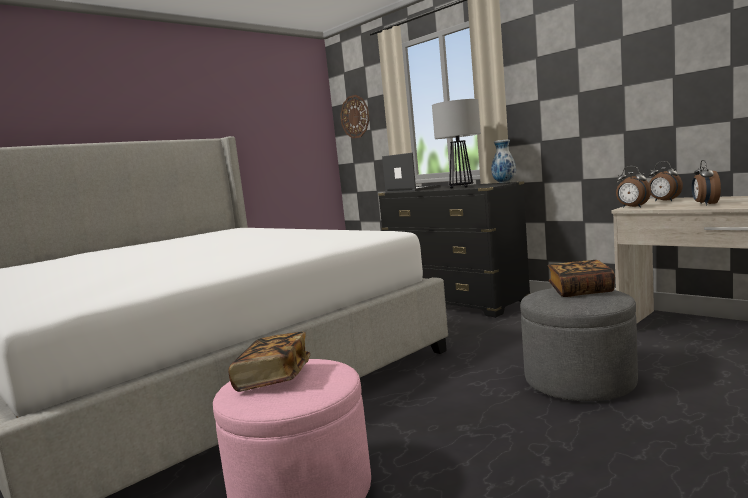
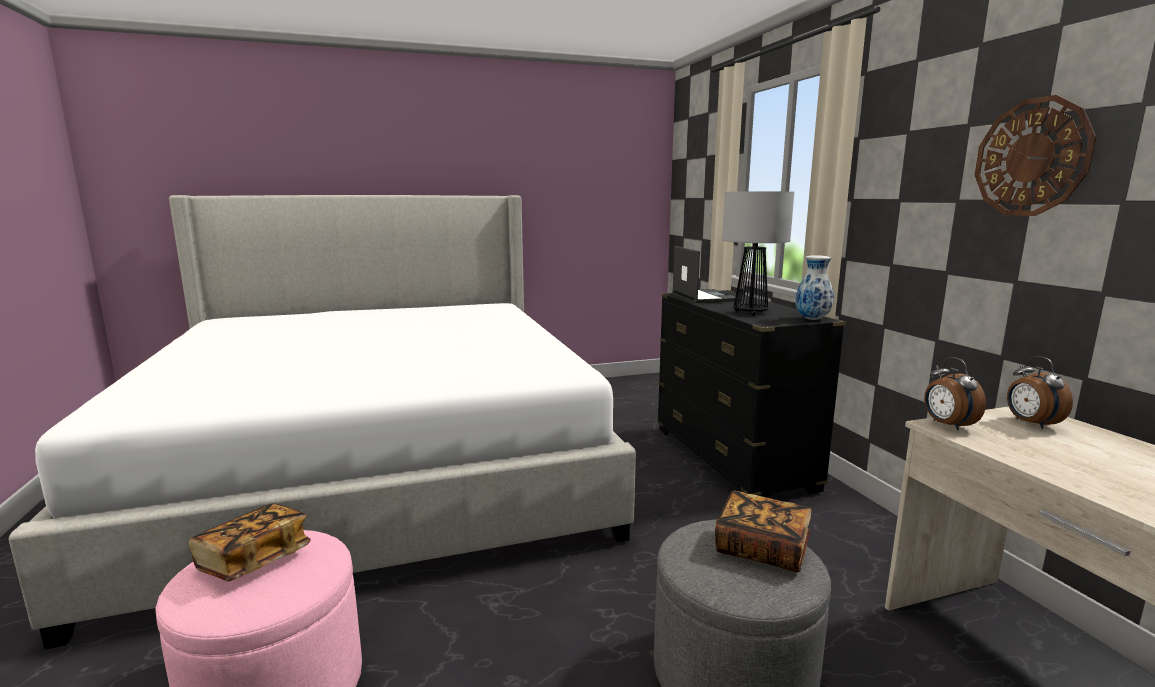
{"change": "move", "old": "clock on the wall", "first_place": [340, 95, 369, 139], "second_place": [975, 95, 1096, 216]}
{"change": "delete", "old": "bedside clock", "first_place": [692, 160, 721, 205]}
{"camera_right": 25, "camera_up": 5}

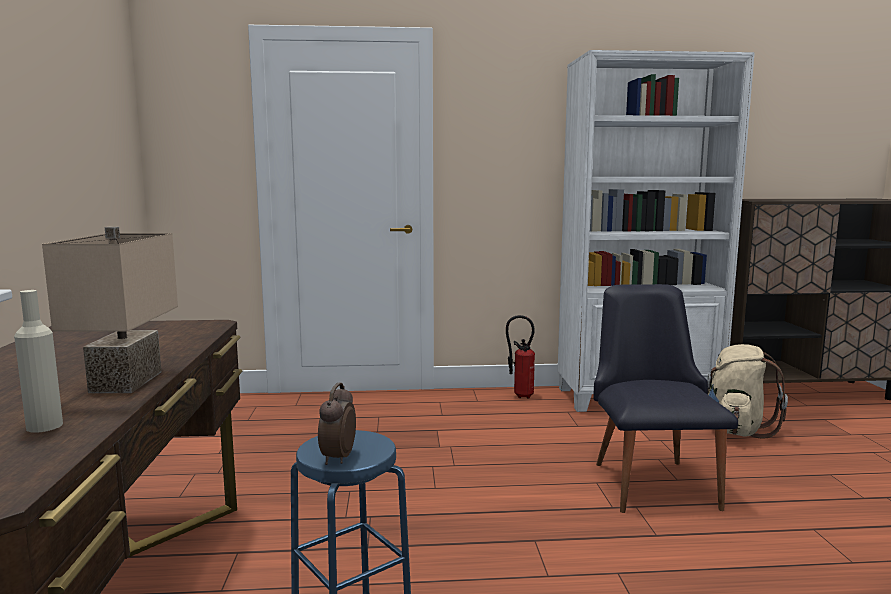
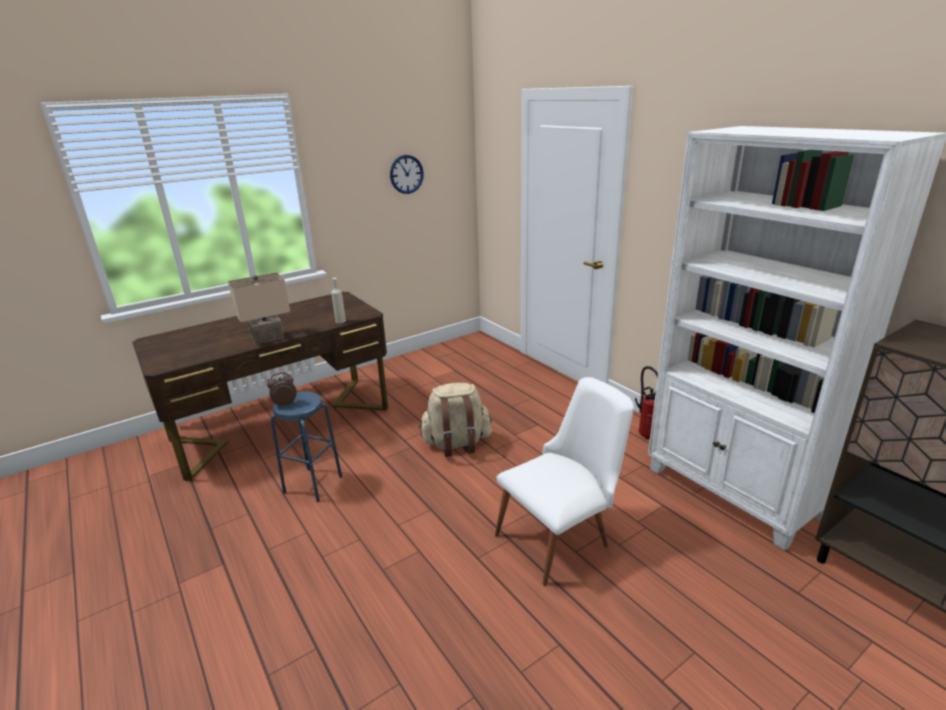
{"change": "recolor", "old": "plain chair (black-coloured)", "new": "plain chair (white)", "first_place": [594, 284, 738, 513], "second_place": [495, 377, 634, 586]}
{"change": "move", "old": "bottle (beige-coloured)", "first_place": [14, 290, 63, 433], "second_place": [331, 278, 346, 323]}
{"change": "move", "old": "backpack (beige-coloured)", "first_place": [707, 344, 788, 439], "second_place": [418, 383, 492, 457]}
{"change": "insert", "new": "clock on the wall", "second_place": [390, 155, 424, 194]}
{"camera_right": 60, "camera_up": 15}

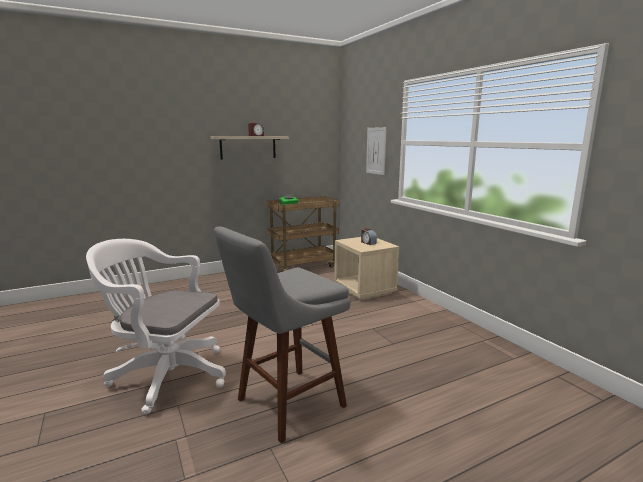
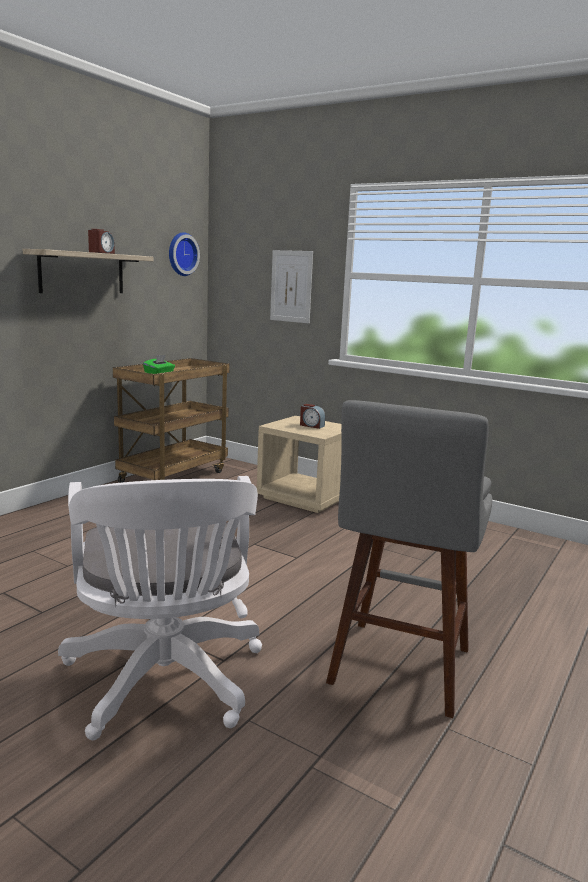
{"change": "rotate", "old": "desk chair (white)", "first_place": [86, 239, 226, 415], "second_place": [58, 476, 262, 740], "degrees": -90}
{"change": "insert", "new": "clock on the wall", "second_place": [169, 232, 200, 276]}
{"camera_right": -30, "camera_up": 0}

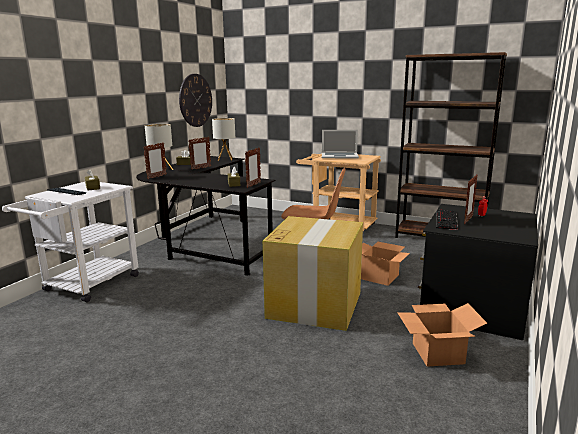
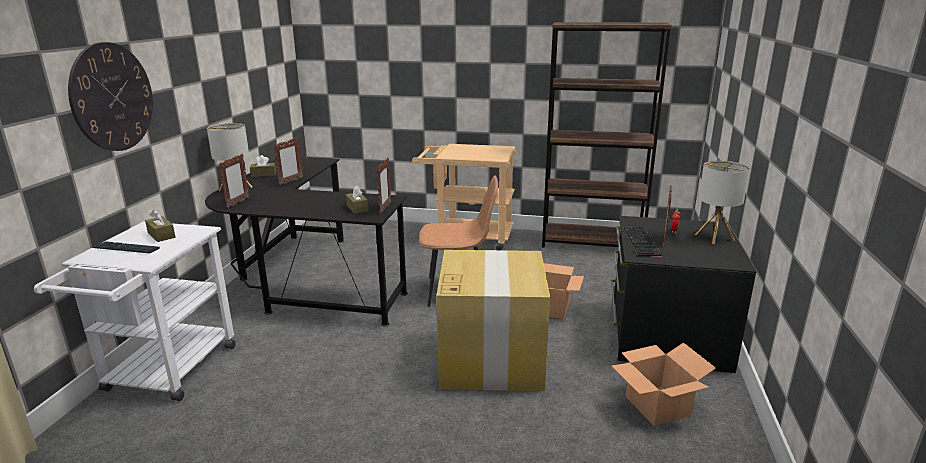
{"change": "move", "old": "clock on the wall", "first_place": [179, 74, 212, 127], "second_place": [68, 42, 153, 151]}
{"change": "move", "old": "lamp for a table", "first_place": [212, 118, 235, 161], "second_place": [695, 161, 750, 244]}
{"change": "delete", "old": "portable computer", "first_place": [322, 130, 359, 158]}
{"camera_right": -15, "camera_up": 5}

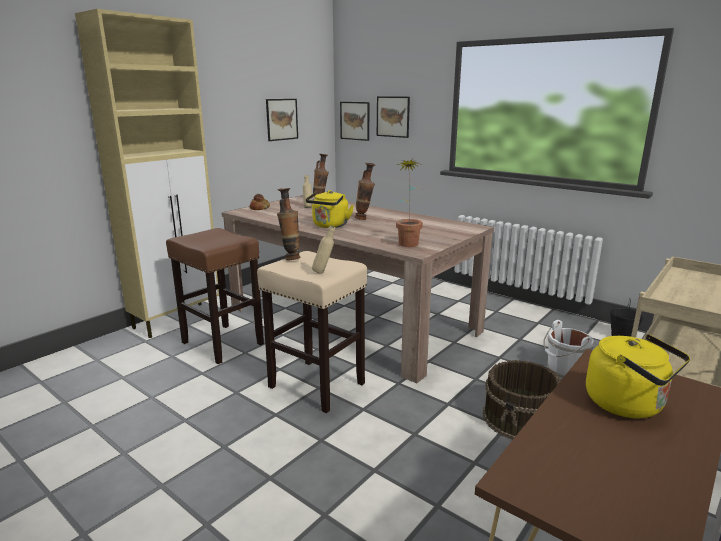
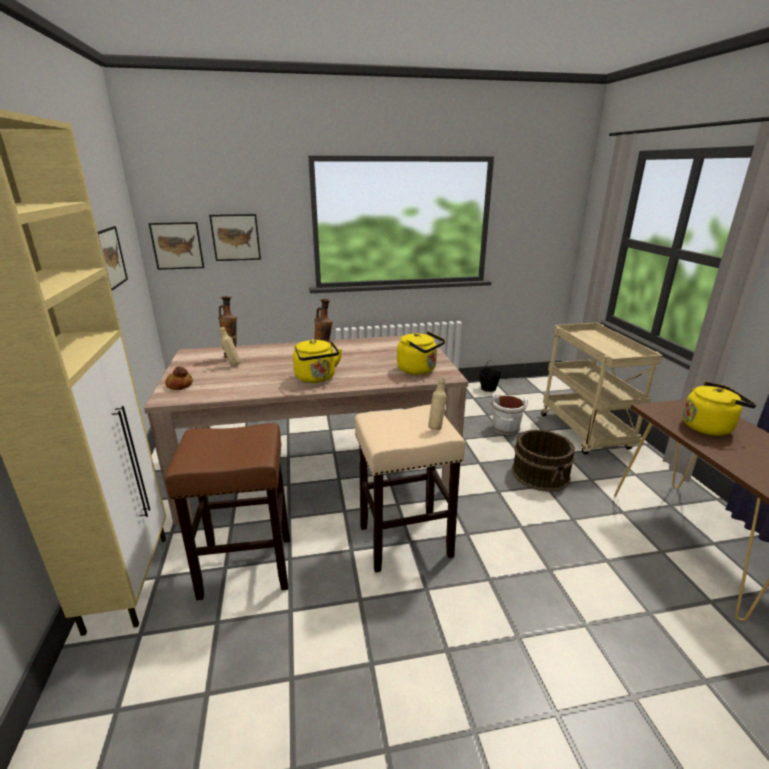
{"change": "replace", "old": "plant in a pot", "new": "water kettle (yellowish)", "first_place": [393, 159, 423, 247], "second_place": [397, 331, 445, 375]}
{"change": "delete", "old": "decorative vase", "first_place": [277, 188, 301, 260]}
{"camera_right": -50, "camera_up": 5}

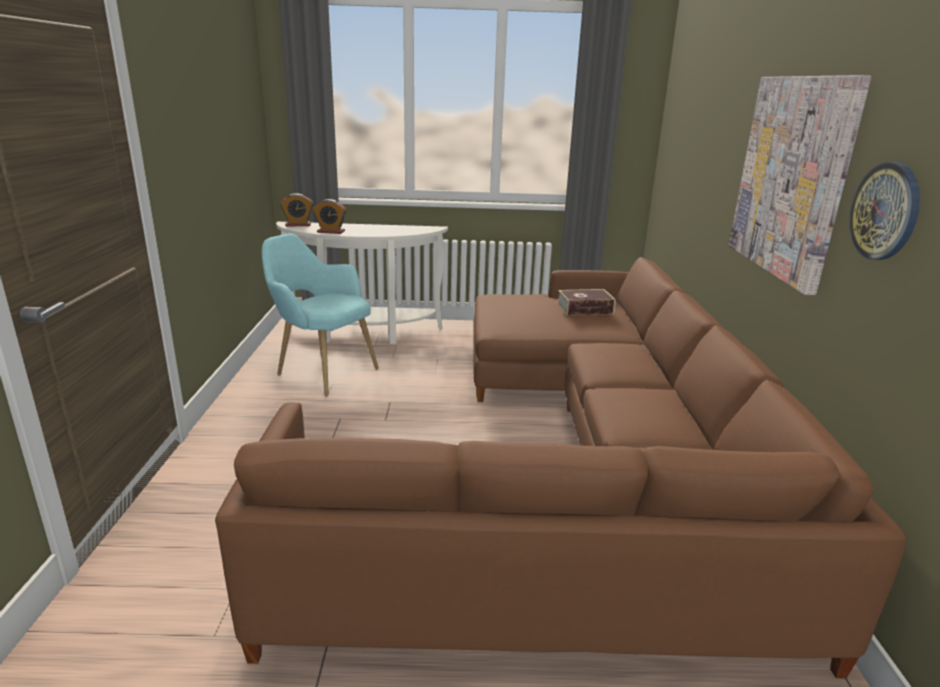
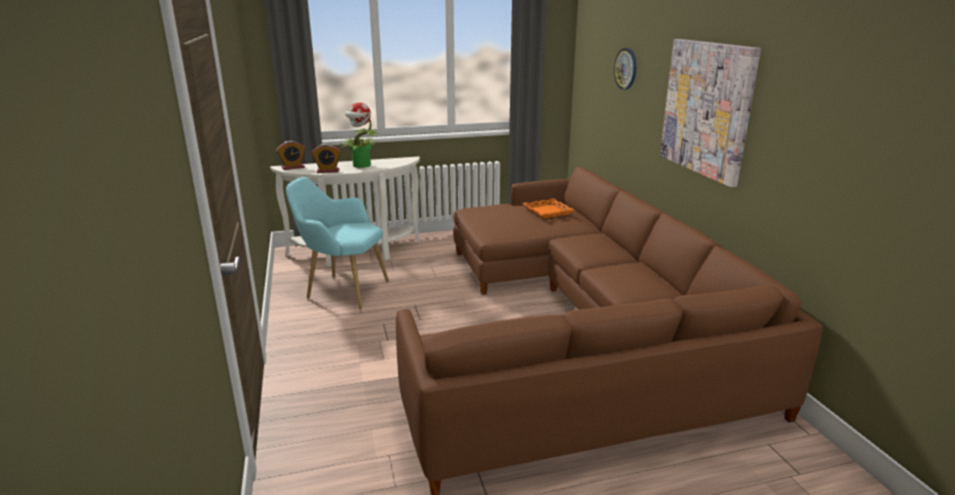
{"change": "move", "old": "clock on the wall", "first_place": [849, 162, 920, 260], "second_place": [614, 48, 636, 90]}
{"change": "replace", "old": "book", "new": "serving tray (orange)", "first_place": [557, 289, 616, 315], "second_place": [523, 198, 575, 218]}
{"change": "insert", "new": "plant in a pot", "second_place": [342, 102, 380, 168]}
{"camera_right": -15, "camera_up": 0}

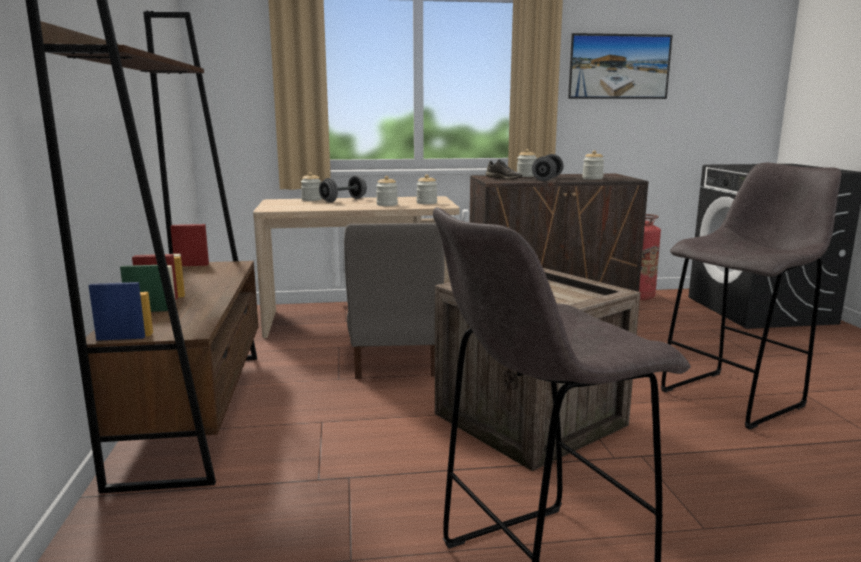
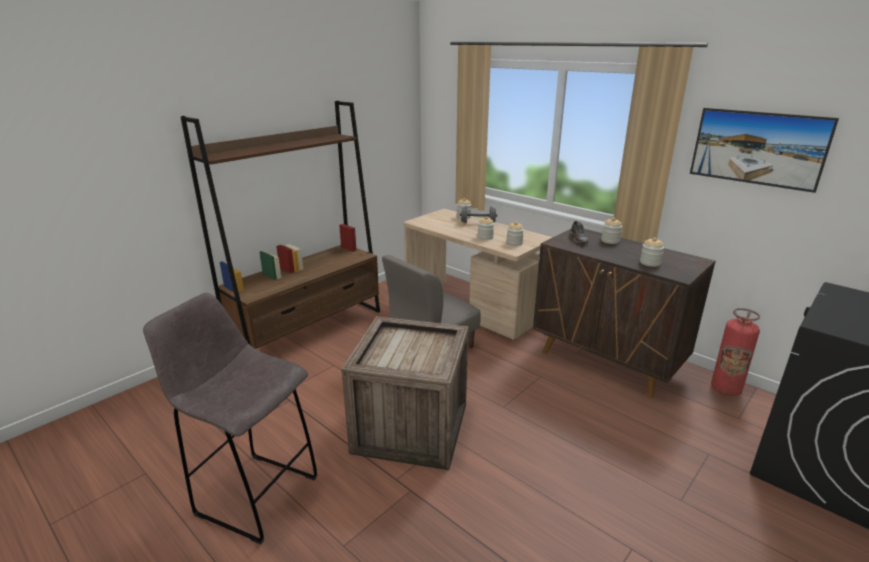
{"change": "delete", "old": "free weight (gray)", "first_place": [532, 154, 563, 181]}
{"change": "delete", "old": "sitting stool (gray)", "first_place": [661, 163, 842, 429]}
{"camera_right": 50, "camera_up": 10}

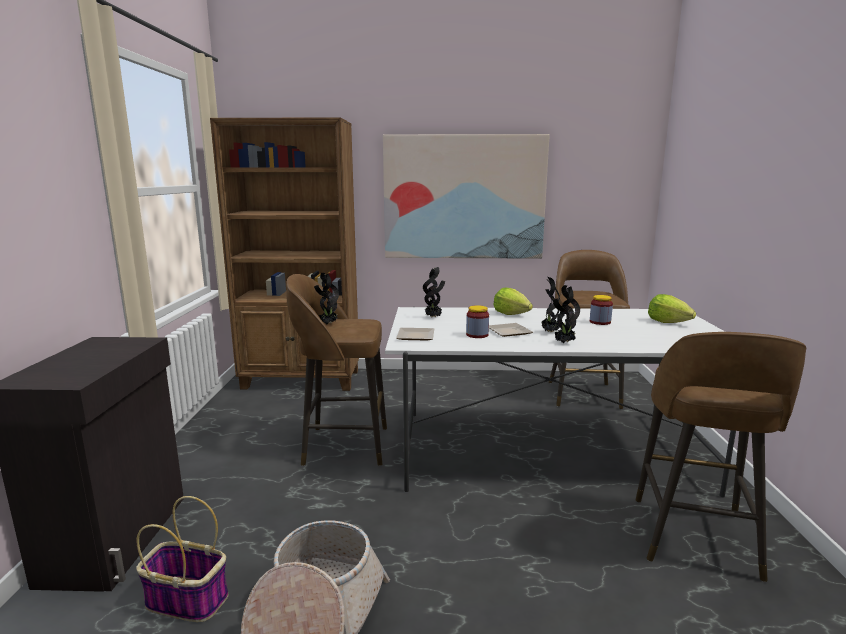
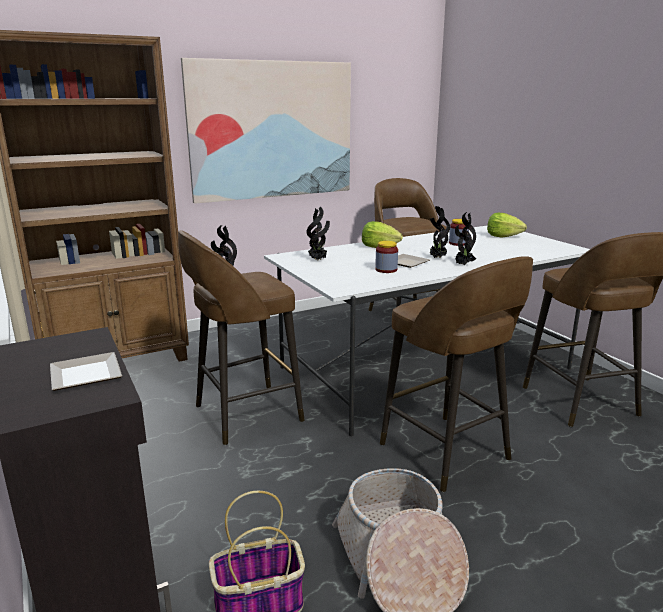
{"change": "move", "old": "dinner plate", "first_place": [396, 328, 434, 340], "second_place": [50, 352, 122, 391]}
{"change": "insert", "new": "sitting stool (brown-coloured)", "second_place": [380, 256, 533, 492]}
{"camera_right": -30, "camera_up": 5}

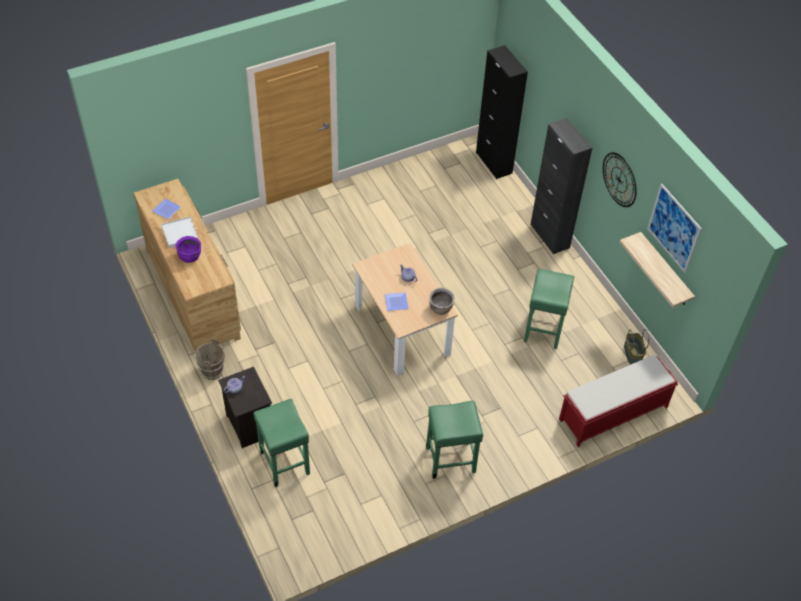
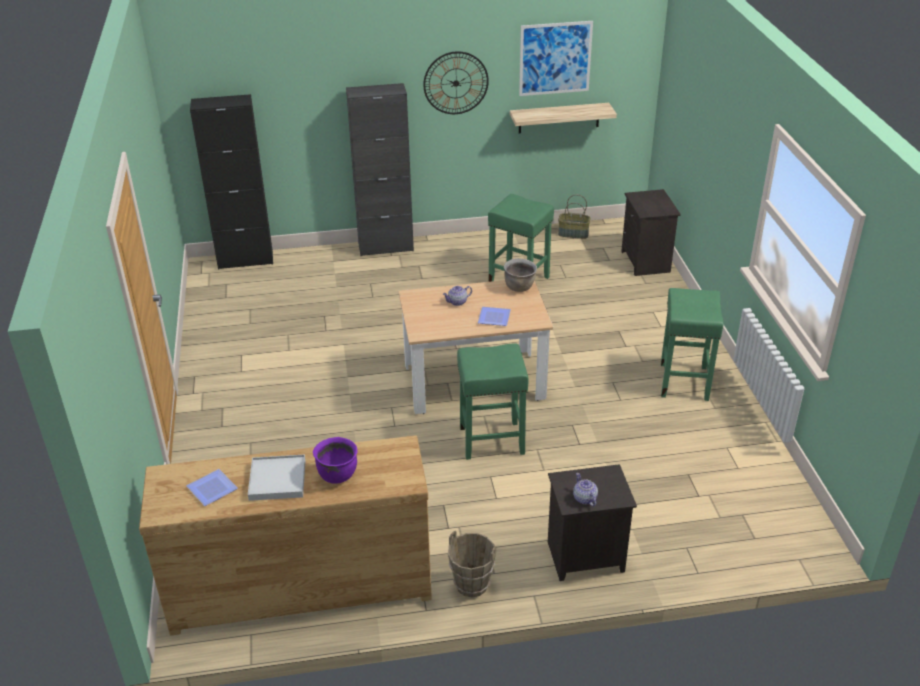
{"change": "replace", "old": "long seat (reddish)", "new": "bedside table (black-coloured)", "first_place": [559, 355, 678, 447], "second_place": [621, 189, 681, 276]}
{"change": "move", "old": "sitting stool (greenish)", "first_place": [253, 399, 310, 487], "second_place": [457, 343, 529, 460]}
{"camera_right": -70, "camera_up": -15}

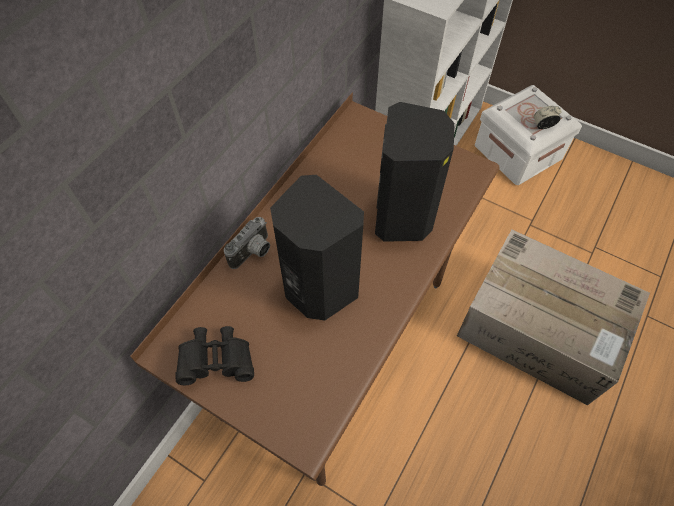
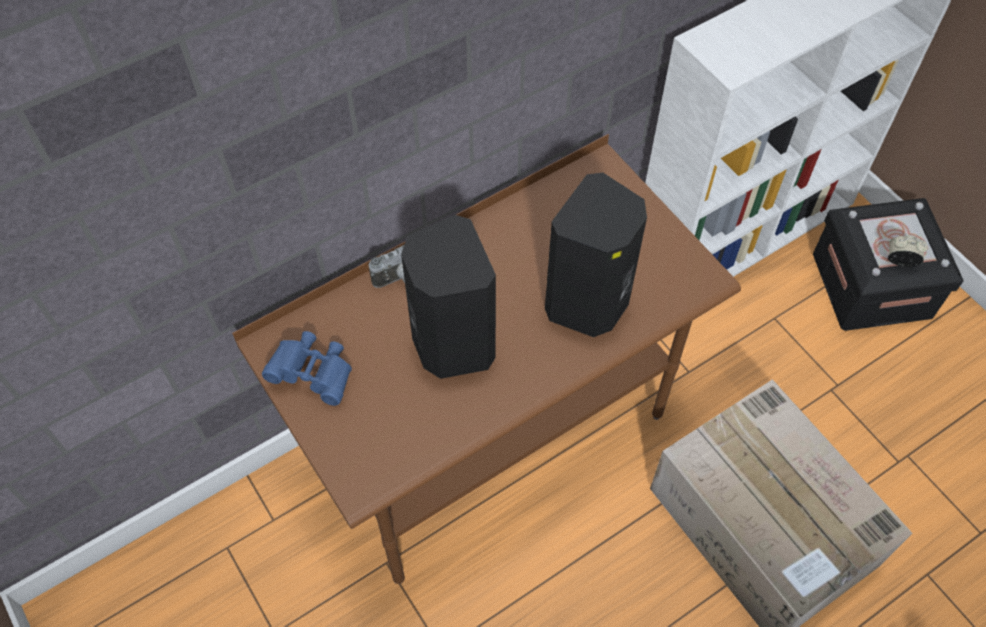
{"change": "recolor", "old": "storage container (white)", "new": "storage container (black-coloured)", "first_place": [475, 85, 582, 185], "second_place": [813, 198, 963, 331]}
{"change": "recolor", "old": "pair of binoculars (black-coloured)", "new": "pair of binoculars (bluish)", "first_place": [175, 326, 254, 385], "second_place": [262, 331, 352, 406]}
{"camera_right": 25, "camera_up": 0}

